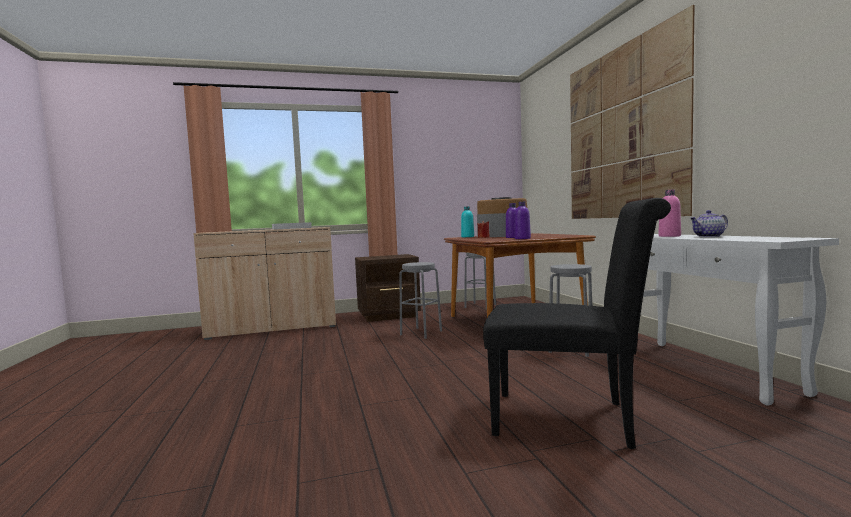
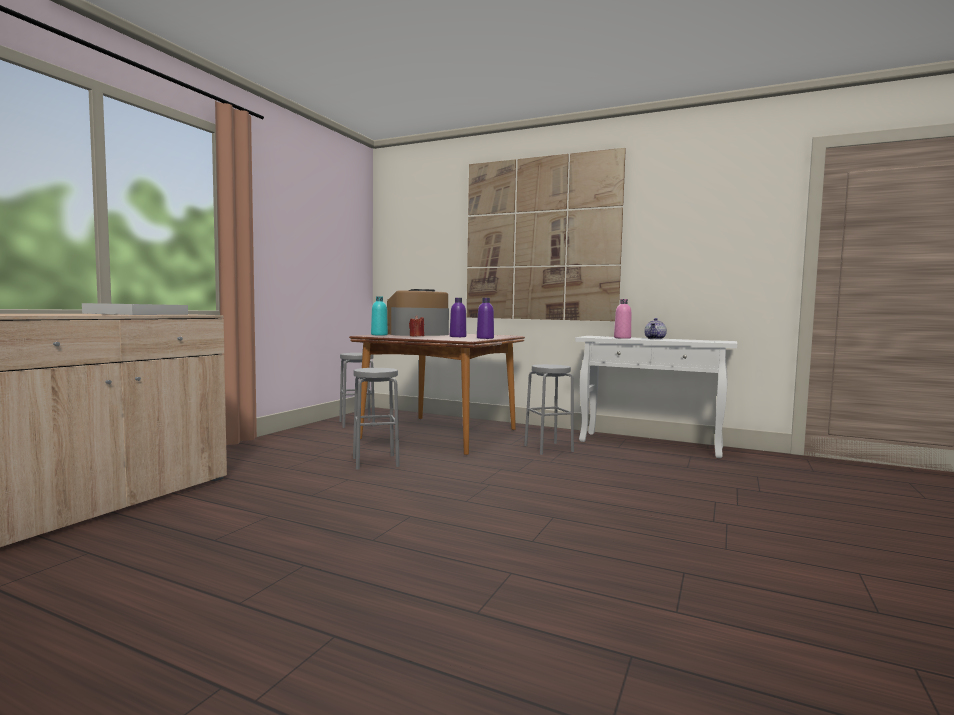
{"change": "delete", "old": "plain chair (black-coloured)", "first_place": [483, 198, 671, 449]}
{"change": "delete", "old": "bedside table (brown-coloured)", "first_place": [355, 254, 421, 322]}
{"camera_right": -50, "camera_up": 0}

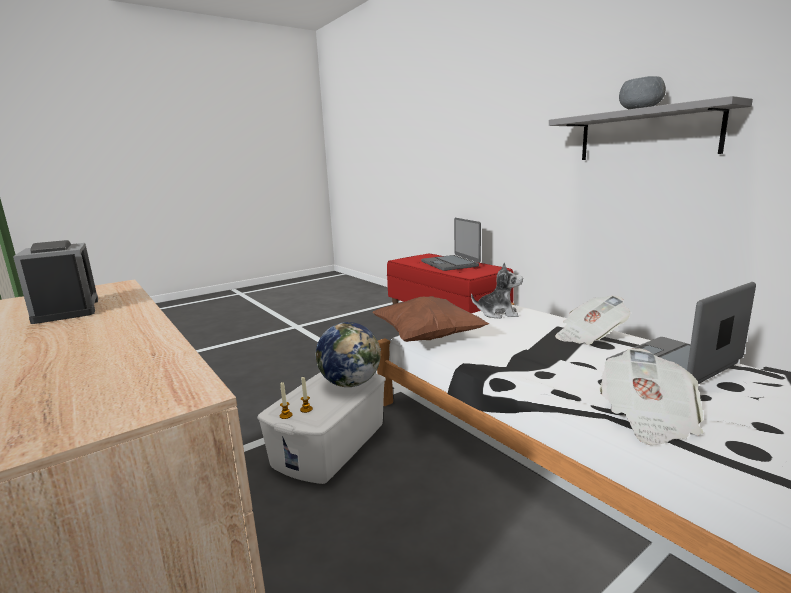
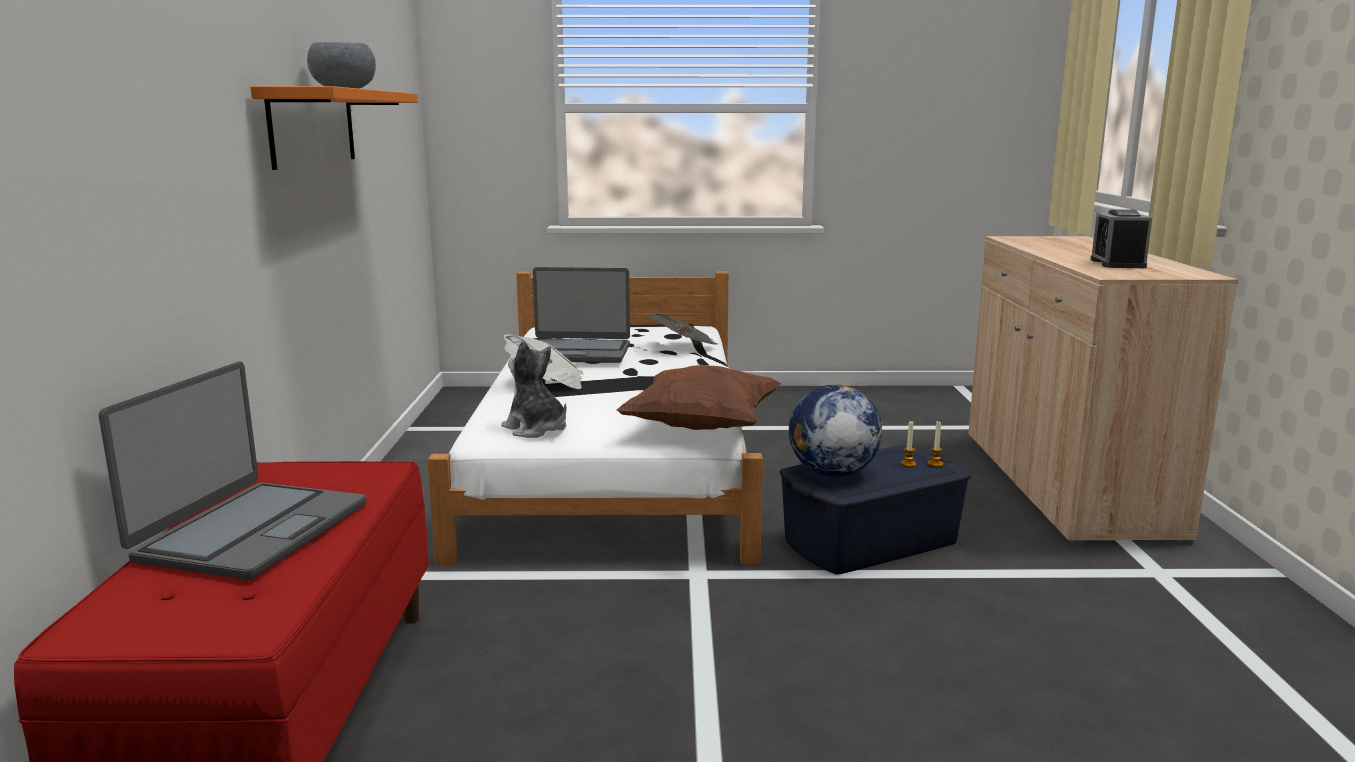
{"change": "recolor", "old": "shelf (gray)", "new": "shelf (orange)", "first_place": [549, 96, 753, 160], "second_place": [250, 86, 417, 170]}
{"change": "recolor", "old": "storage container (white)", "new": "storage container (bluish)", "first_place": [257, 372, 386, 484], "second_place": [780, 445, 971, 574]}
{"camera_right": -145, "camera_up": 0}

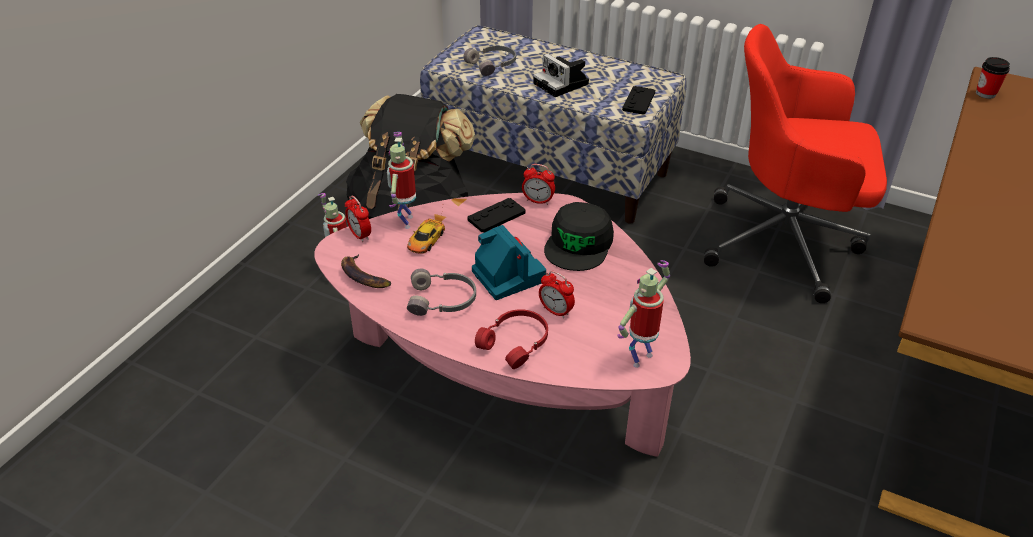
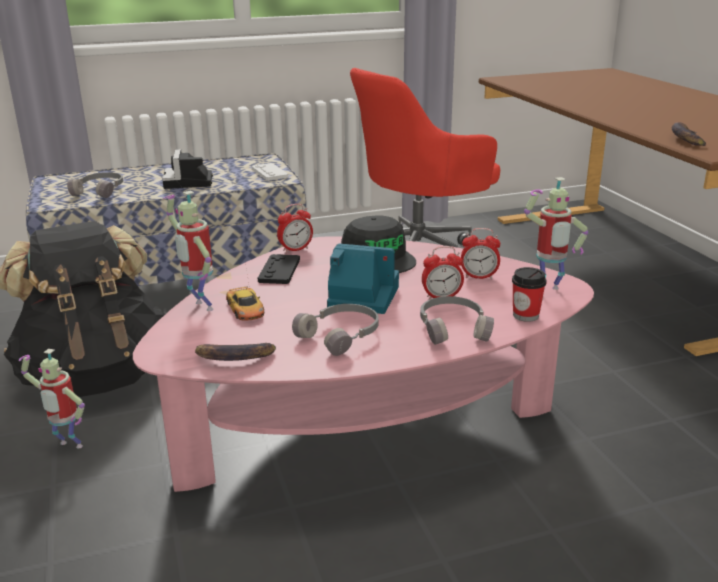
{"change": "rotate", "old": "photo camera", "first_place": [533, 54, 589, 97], "second_place": [162, 149, 213, 189], "degrees": 75}
{"change": "move", "old": "drinking cup", "first_place": [976, 57, 1010, 99], "second_place": [512, 267, 547, 322]}
{"change": "recolor", "old": "gamepad (black-coloured)", "new": "gamepad (white)", "first_place": [622, 86, 655, 115], "second_place": [252, 163, 288, 181]}
{"change": "move", "old": "bedside clock", "first_place": [345, 196, 371, 242], "second_place": [461, 228, 501, 279]}
{"change": "rotate", "old": "model robot", "first_place": [617, 260, 670, 368], "second_place": [524, 177, 588, 290], "degrees": -105}
{"change": "recolor", "old": "pair of headphones (reddish)", "new": "pair of headphones (gray)", "first_place": [475, 309, 548, 369], "second_place": [420, 296, 494, 345]}
{"change": "insert", "new": "banana fruit", "second_place": [672, 122, 706, 146]}
{"camera_right": -45, "camera_up": -15}

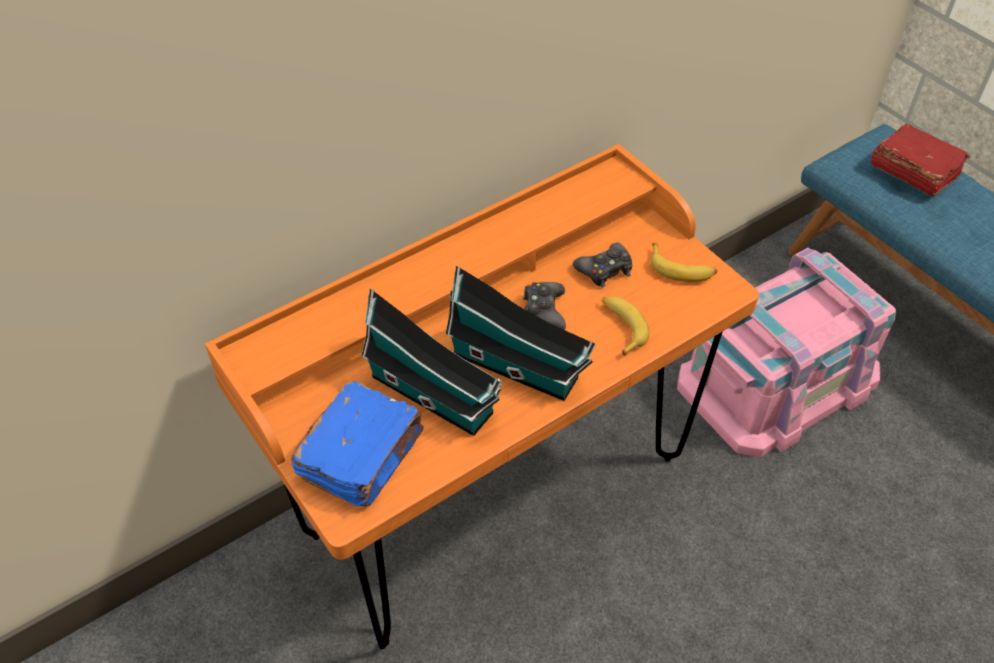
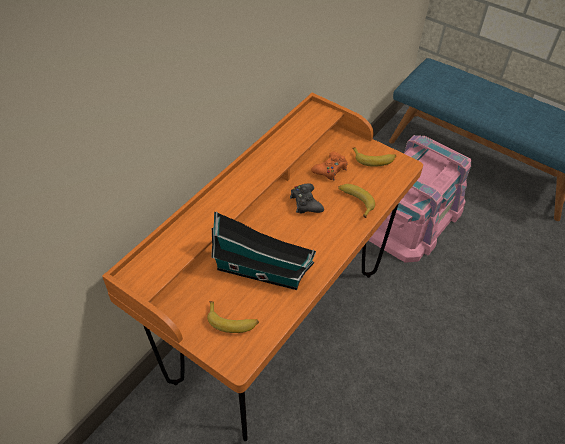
{"change": "delete", "old": "book (reddish)", "first_place": [871, 124, 970, 196]}
{"change": "recolor", "old": "gamepad (black-coloured)", "new": "gamepad (orange)", "first_place": [573, 242, 632, 288], "second_place": [311, 152, 348, 180]}
{"change": "delete", "old": "model house", "first_place": [446, 266, 595, 401]}
{"change": "replace", "old": "book (bluish)", "new": "banana fruit", "first_place": [290, 381, 424, 507], "second_place": [207, 301, 259, 333]}
{"camera_right": -20, "camera_up": 0}

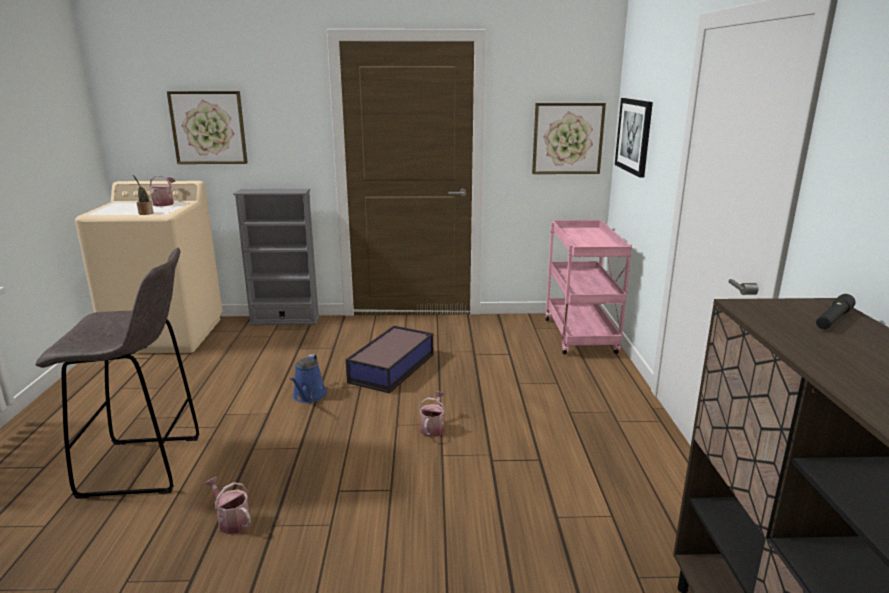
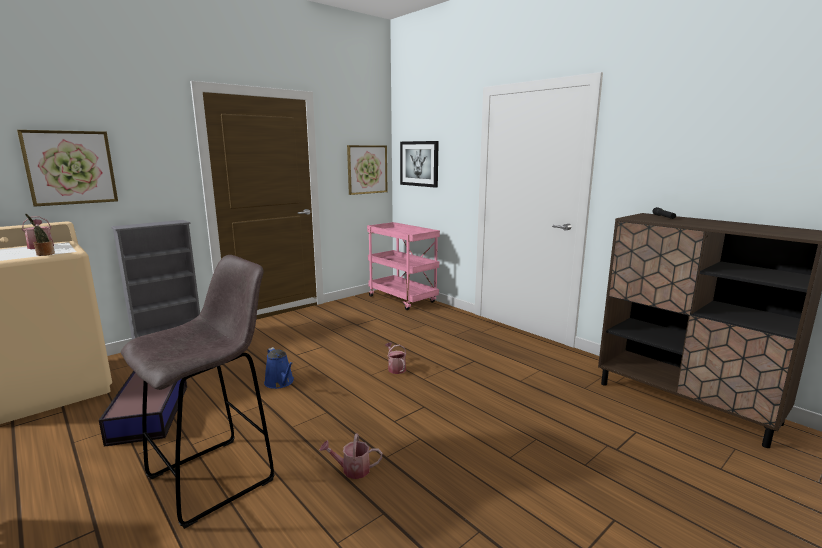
{"change": "move", "old": "storage container", "first_place": [346, 326, 433, 393], "second_place": [99, 371, 187, 447]}
{"camera_right": -40, "camera_up": -5}

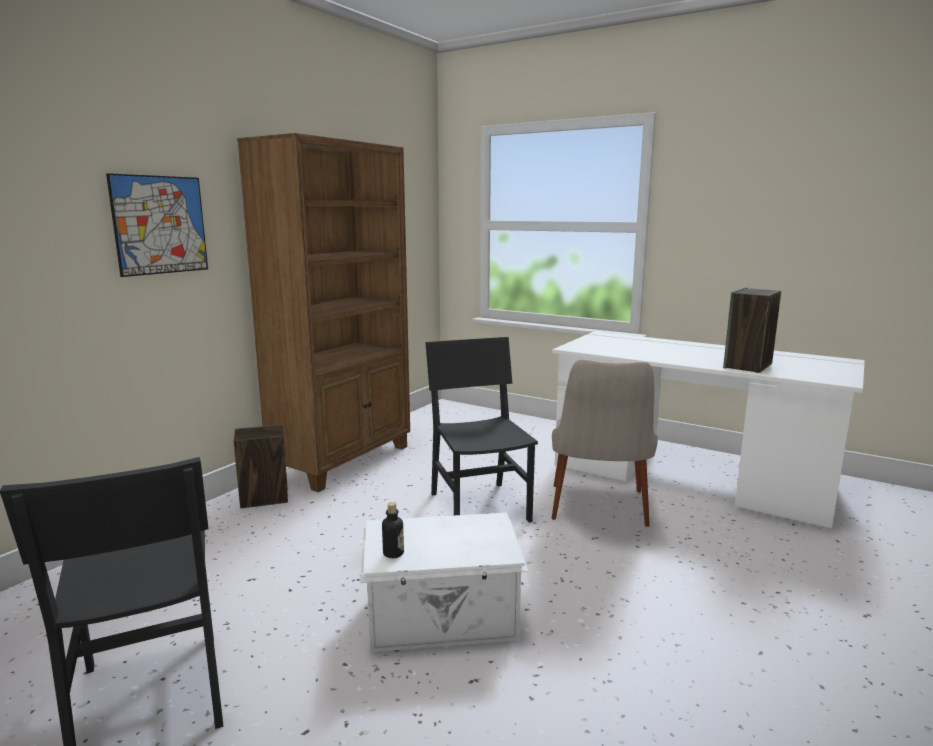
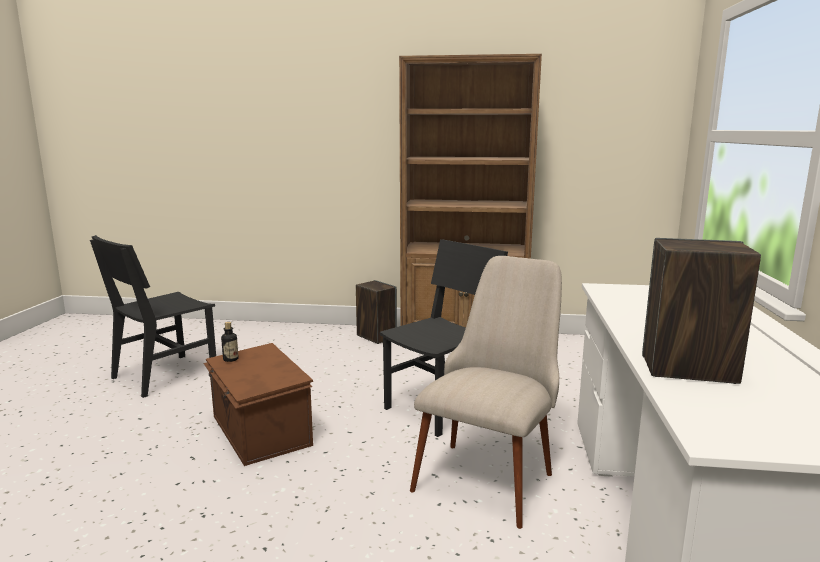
{"change": "delete", "old": "wall picture", "first_place": [106, 173, 208, 277]}
{"change": "rotate", "old": "plain chair (beige-coloured)", "first_place": [552, 359, 658, 527], "second_place": [410, 256, 562, 529], "degrees": 135}
{"change": "recolor", "old": "storage container (white)", "new": "storage container (brown-coloured)", "first_place": [360, 513, 529, 652], "second_place": [203, 343, 313, 466]}
{"camera_right": 65, "camera_up": 0}

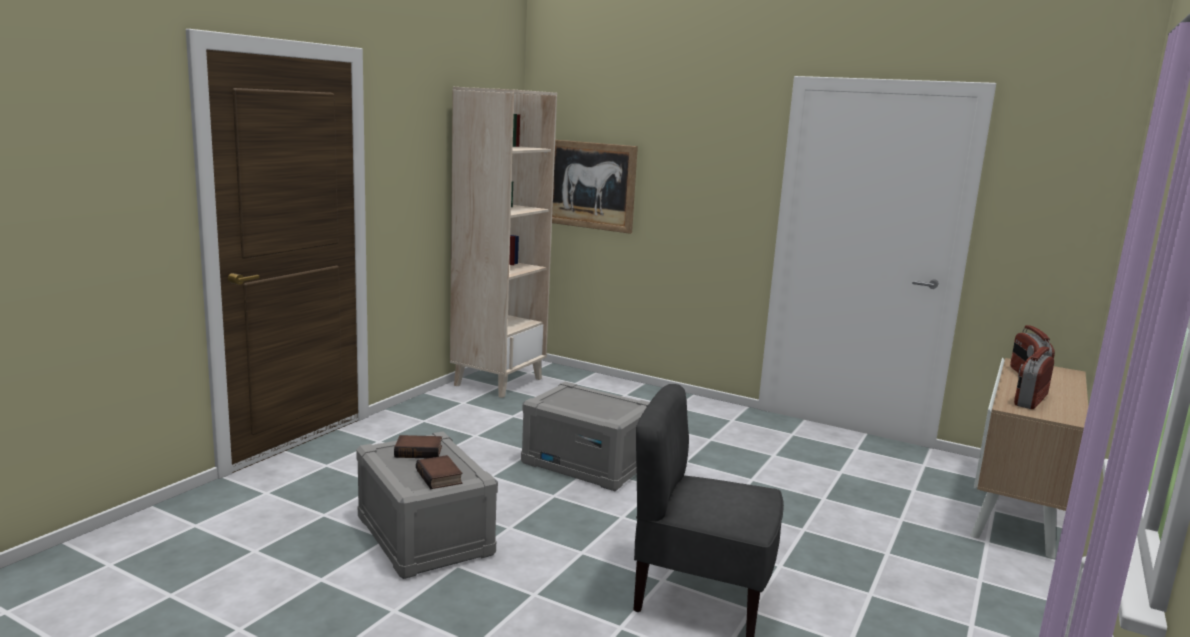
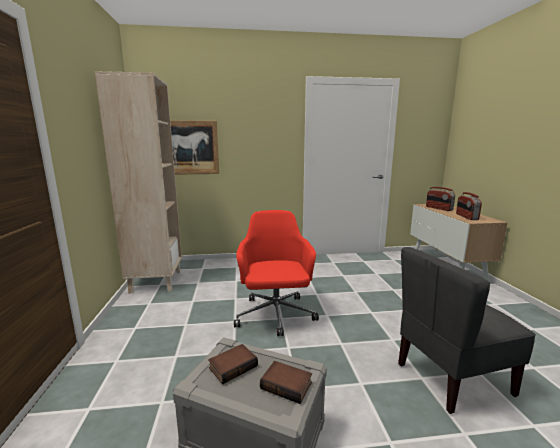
{"change": "replace", "old": "storage container (gray)", "new": "desk chair (reddish)", "first_place": [521, 382, 650, 491], "second_place": [234, 210, 319, 336]}
{"camera_right": -35, "camera_up": 0}

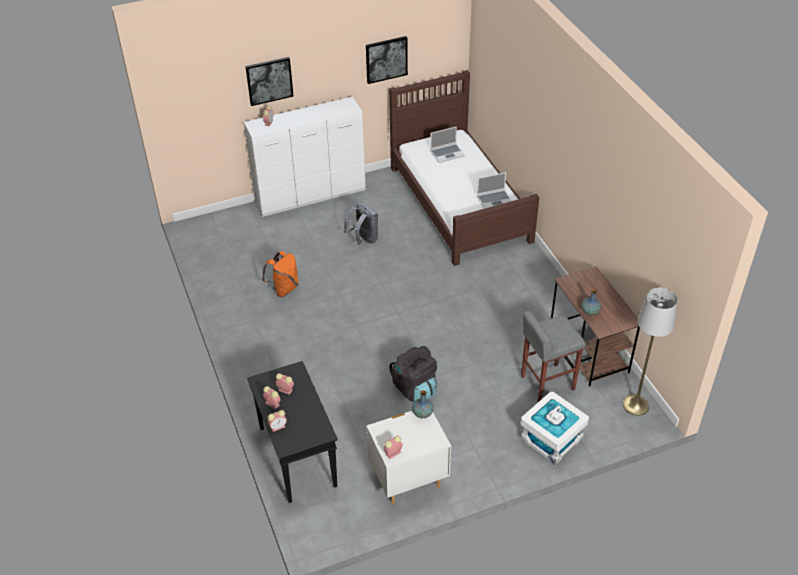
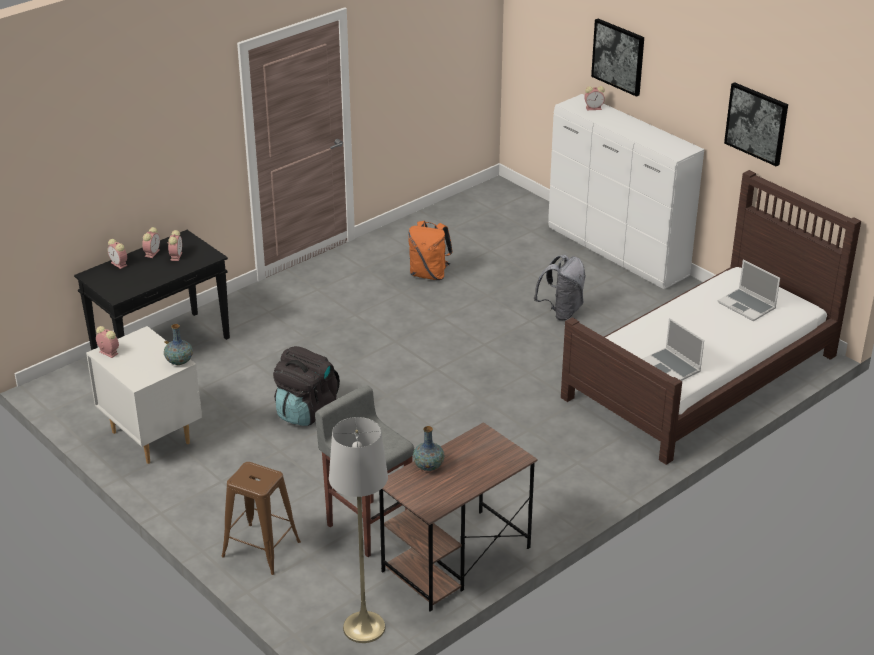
{"change": "replace", "old": "storage container (white)", "new": "sitting stool (brown-coloured)", "first_place": [521, 392, 589, 465], "second_place": [221, 462, 301, 575]}
{"camera_right": 70, "camera_up": -10}

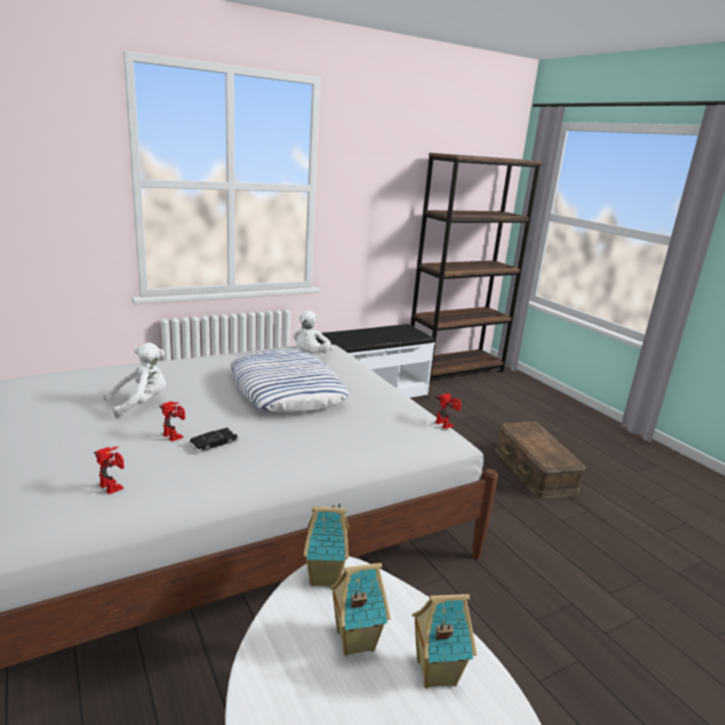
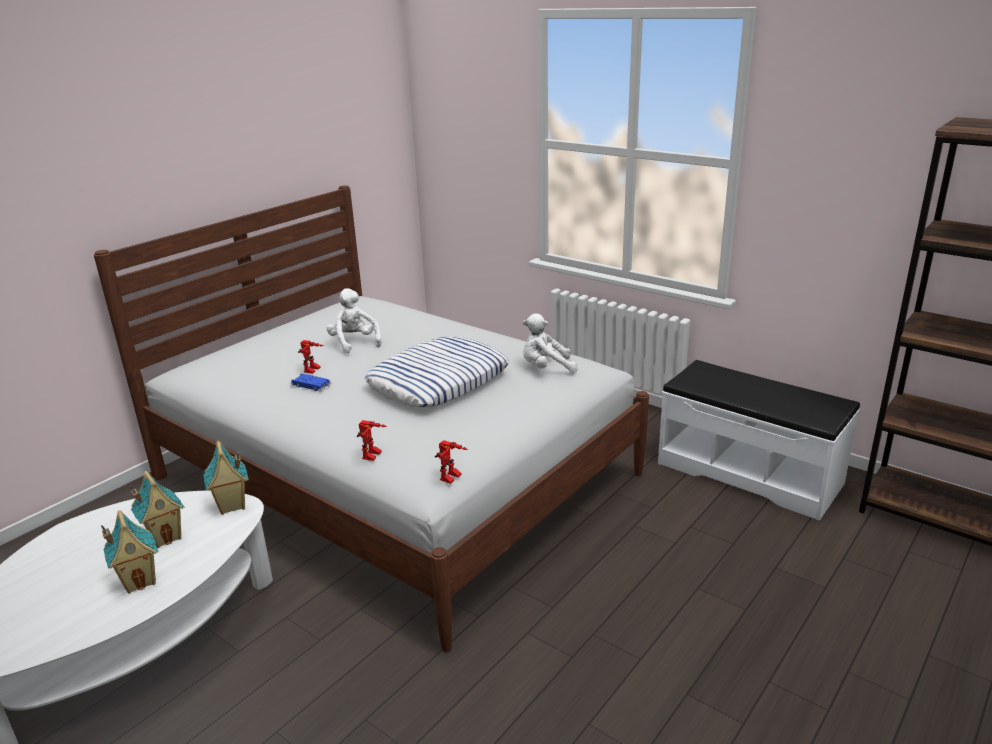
{"change": "rotate", "old": "plush toy (white)", "first_place": [103, 342, 166, 418], "second_place": [327, 288, 381, 353], "degrees": -150}
{"change": "delete", "old": "storage container (brown-coloured)", "first_place": [495, 421, 586, 499]}
{"change": "recolor", "old": "model car (black-coloured)", "new": "model car (bluish)", "first_place": [189, 428, 239, 452], "second_place": [291, 374, 331, 391]}
{"change": "move", "old": "model robot", "first_place": [94, 447, 124, 494], "second_place": [357, 420, 387, 461]}
{"camera_right": 70, "camera_up": 5}

